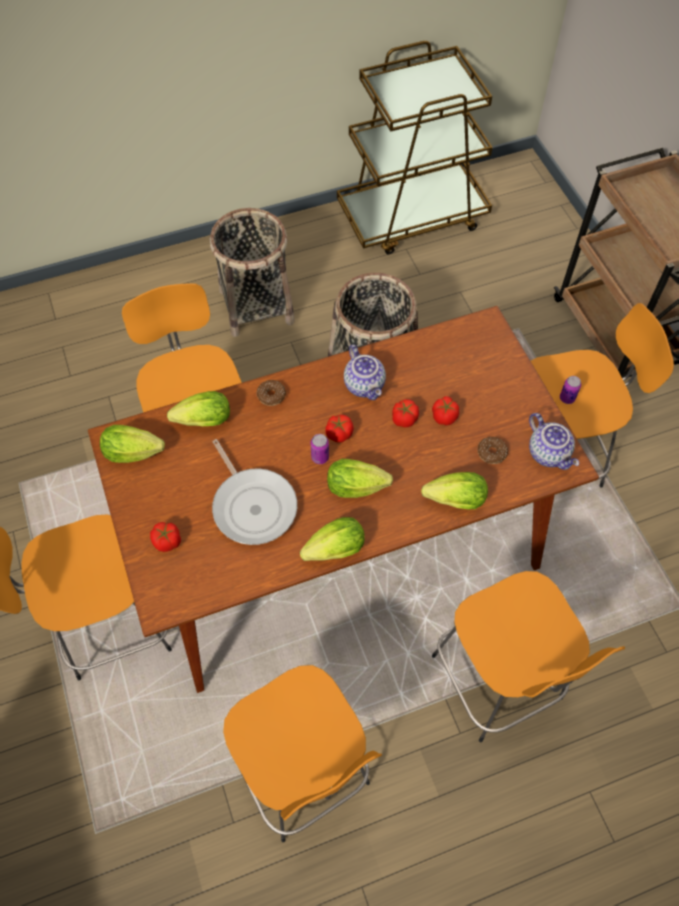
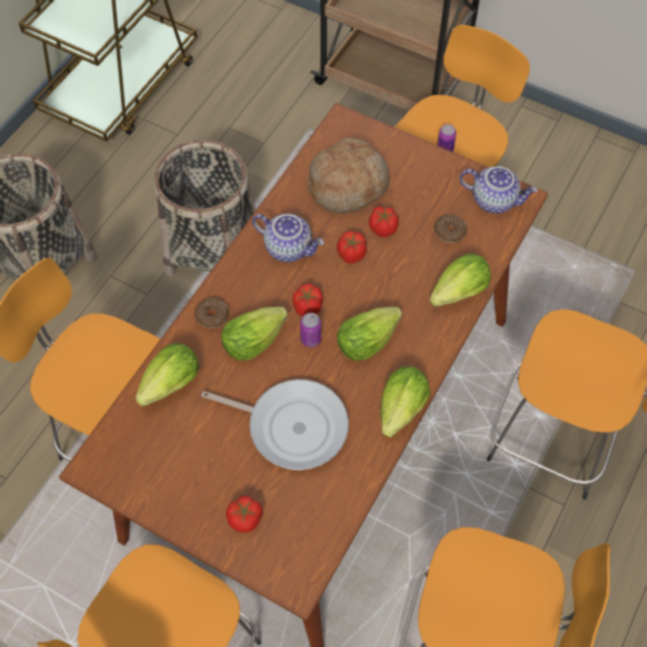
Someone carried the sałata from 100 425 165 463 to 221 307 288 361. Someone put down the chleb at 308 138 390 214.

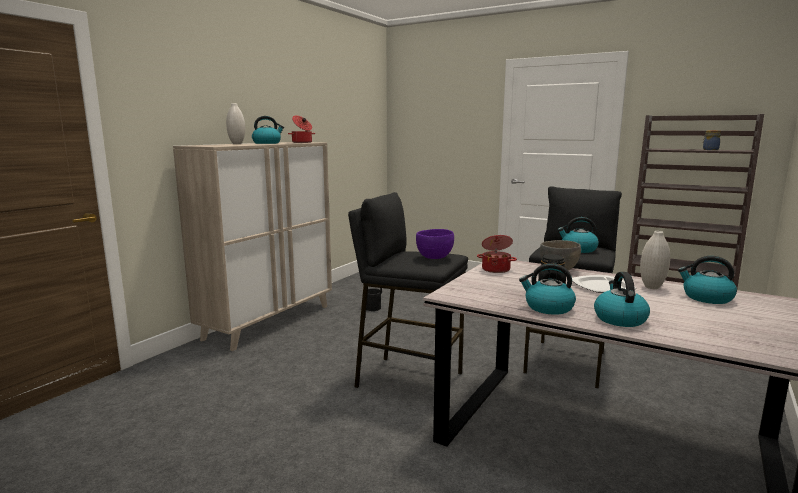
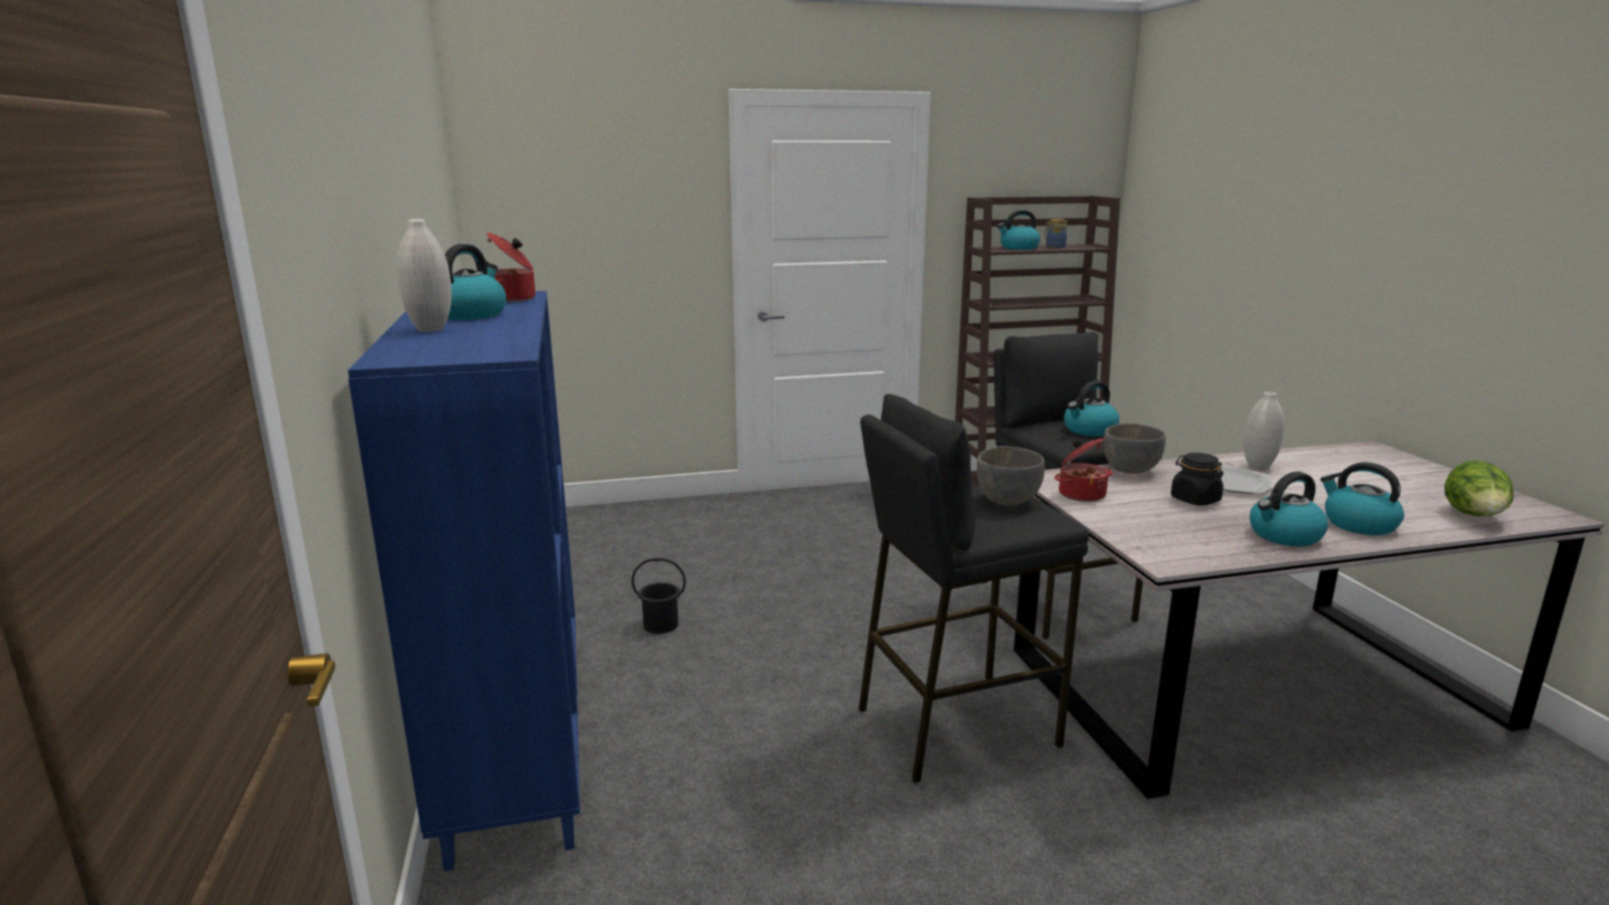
Someone repainted the szafka [beżowy] at 173 142 332 351, which became the szafka [niebieski] at 348 291 580 871. Someone repainted the miska [fioletowy] at 416 229 454 259, which became the miska [szary] at 977 446 1045 505. Someone carried the czajnik from 678 256 737 304 to 997 210 1040 250. Someone put down the sałata at 1444 460 1514 516.

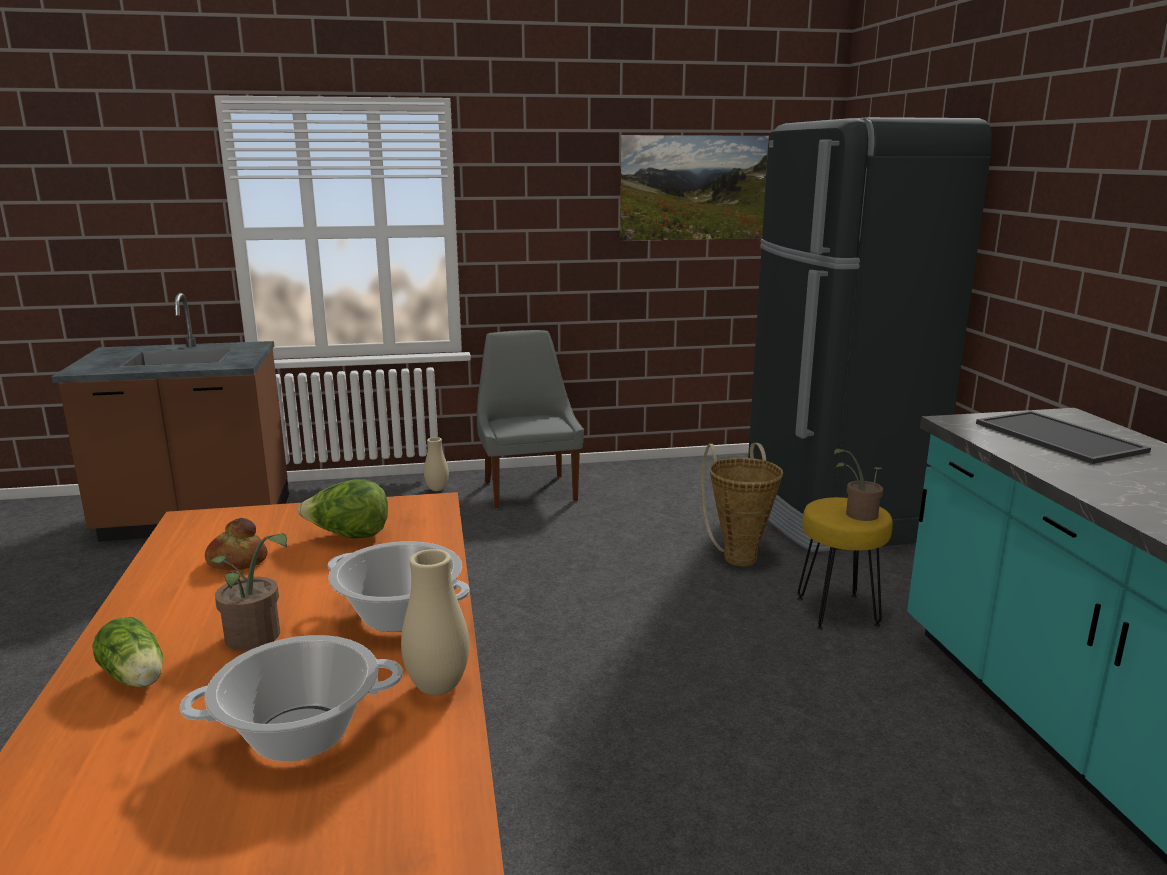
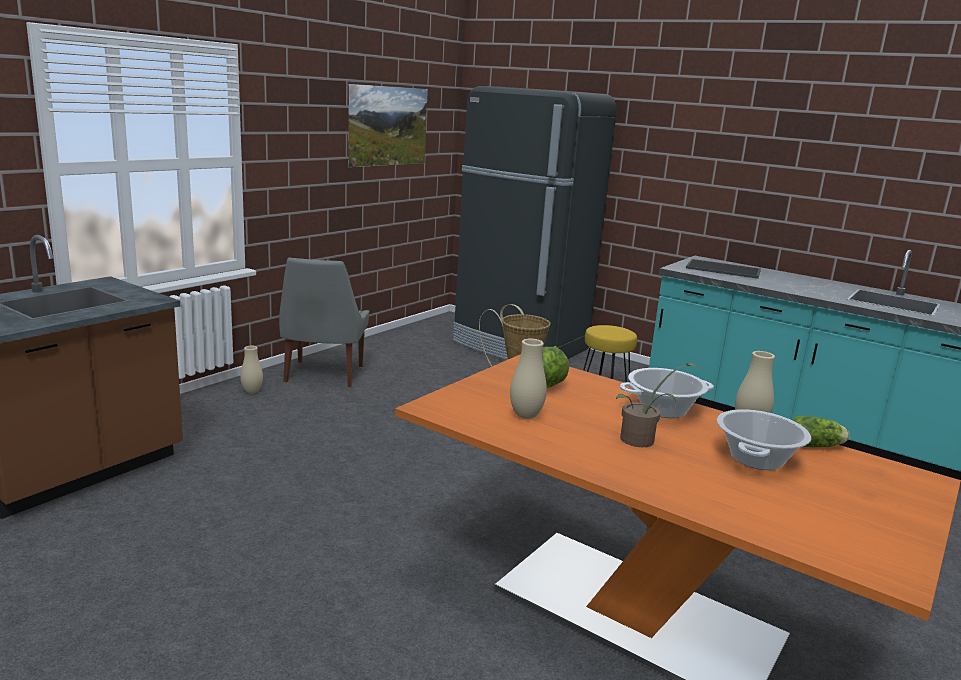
Someone rotated the krzesło [szary] at 477 330 584 509 by 120 degrees counterclockwise. Someone took away the roślina doniczkowa at 834 449 883 521. Someone swapped the chleb at 205 518 267 570 for the wazon [beżowy] at 510 339 547 419. Someone carried the sałata from 92 617 163 687 to 792 416 850 447.

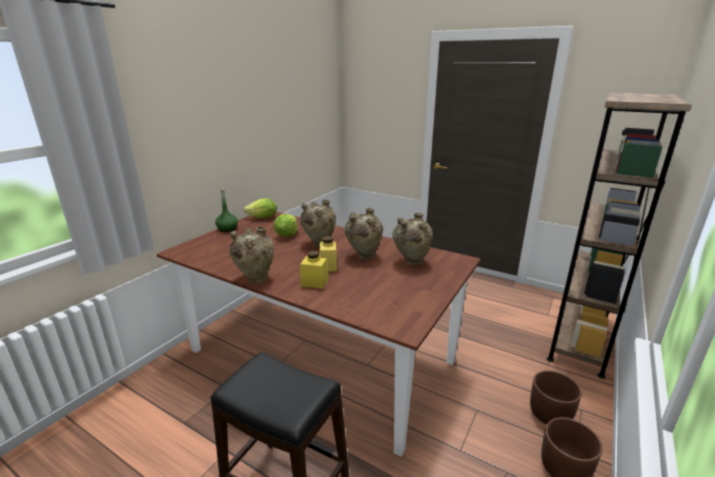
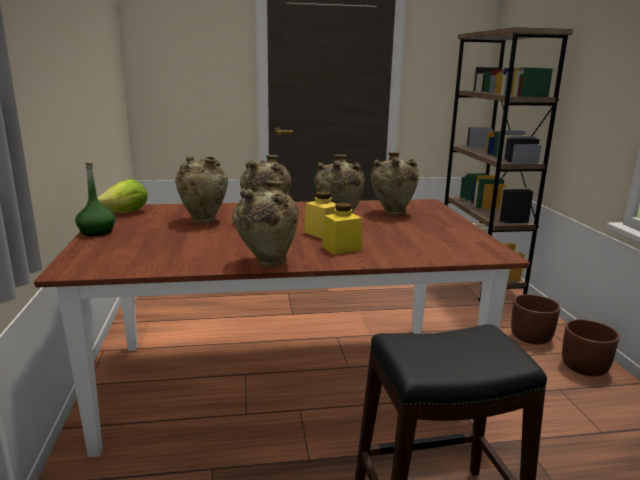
Someone swapped the sałata at 274 214 298 237 for the wazon [beżowy] at 176 155 228 223.

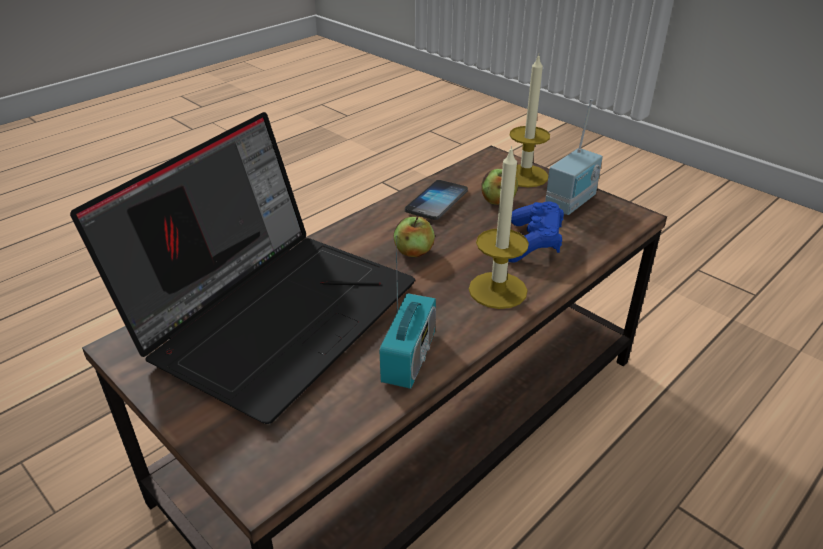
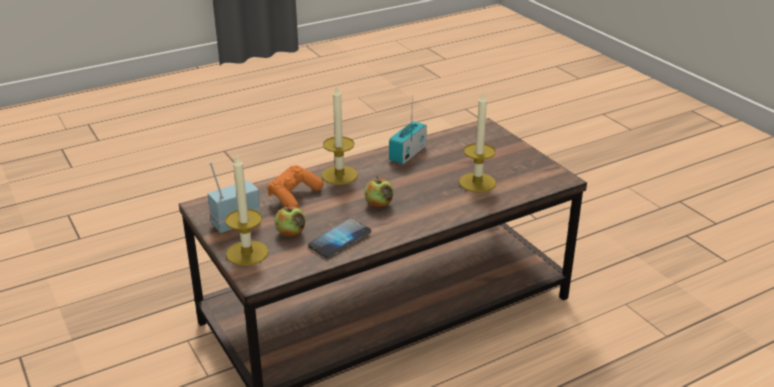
Someone swapped the laptop at 70 112 415 424 for the świeca at 459 91 496 192. Someone repainted the pad do gier [niebieski] at 508 201 564 263, which became the pad do gier [pomarańczowy] at 267 165 324 208.

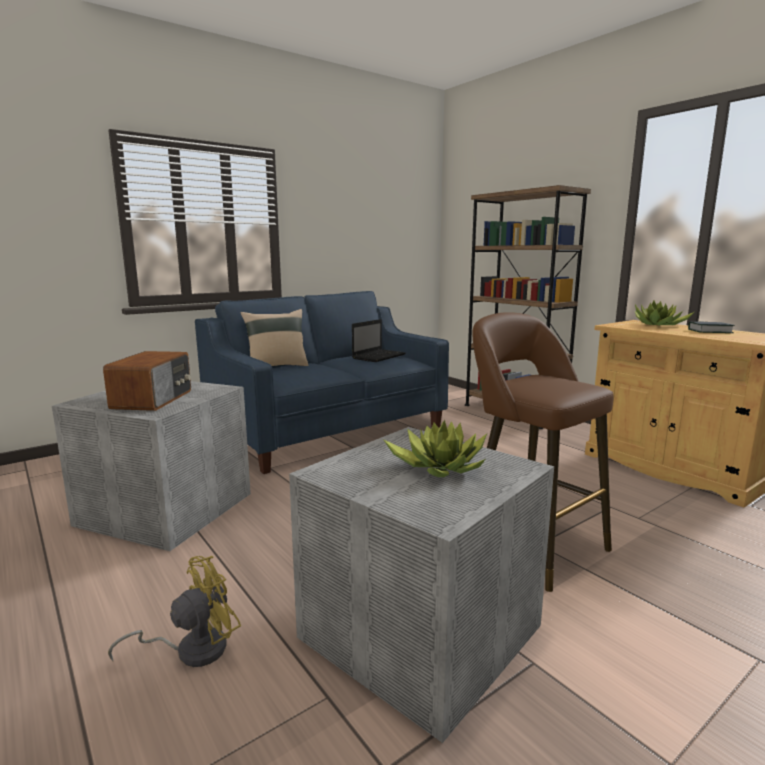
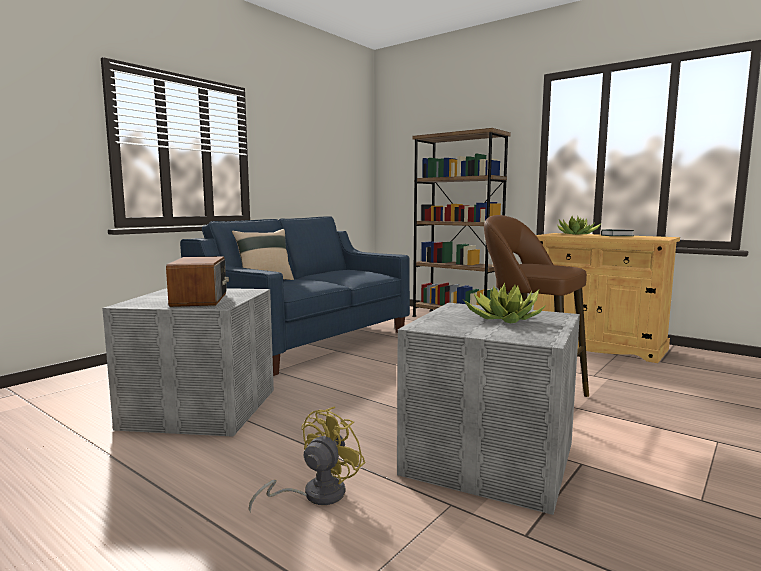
Someone took away the laptop at 352 319 406 362.

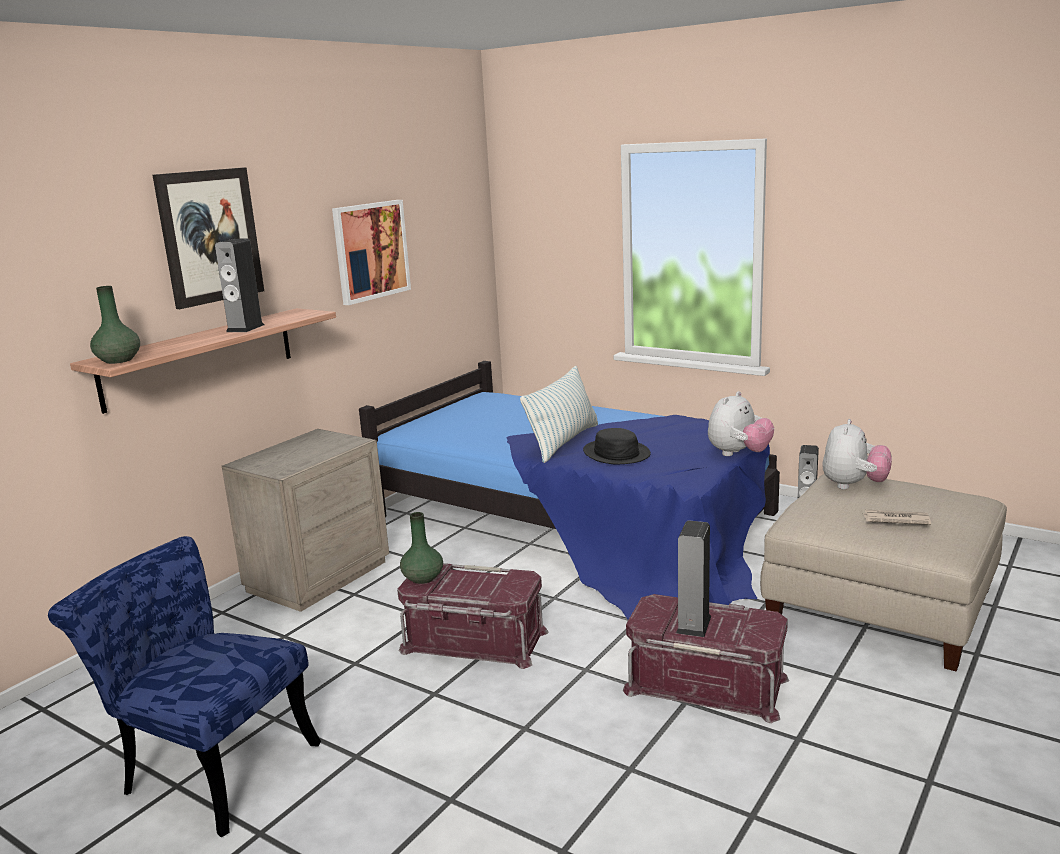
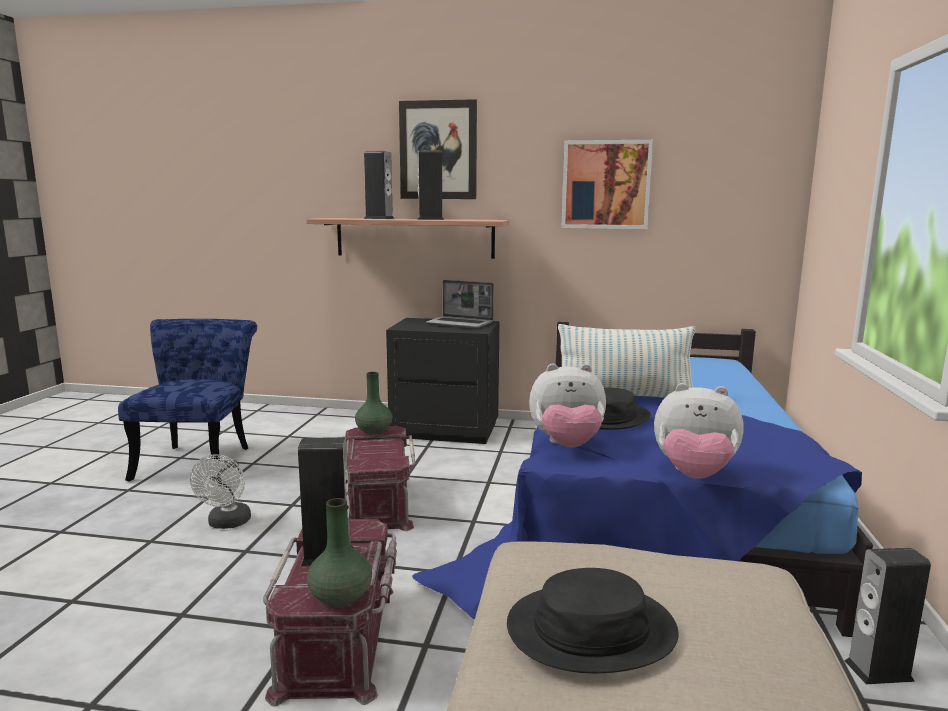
Someone carried the wazon [zielony] from 90 286 140 364 to 307 498 372 607. Someone carried the pluszak from 822 419 892 489 to 529 364 606 448. Someone repainted the szafka nocna [beżowy] at 222 429 389 612, which became the szafka nocna [czarny] at 386 318 500 444. Someone swapped the gazeta at 863 510 931 525 for the kapelusz [czarny] at 507 568 679 673. Someone put down the głośnik at 364 151 394 219. Someone put down the laptop at 426 280 494 329. Someone put down the wentylator [biały] at 190 454 251 529.

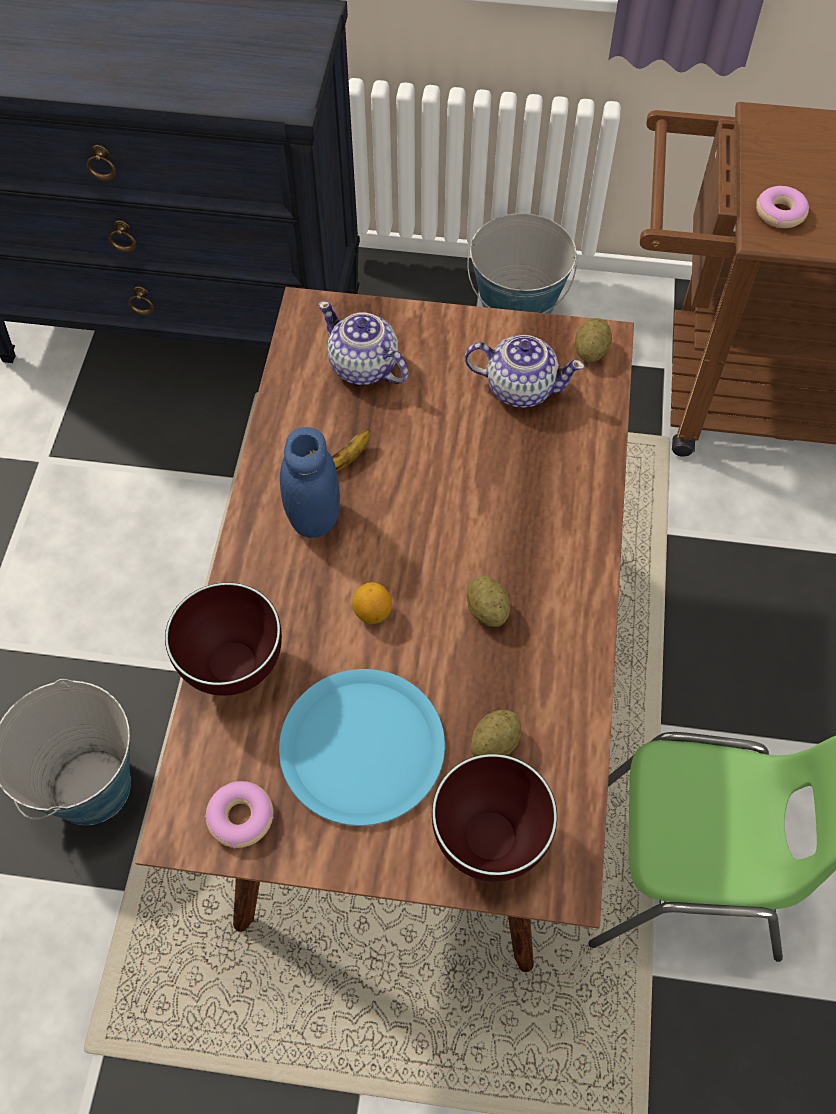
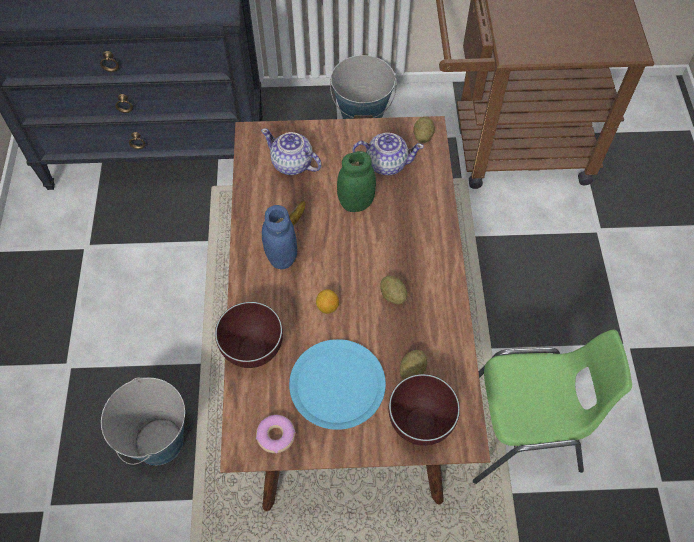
Someone took away the donut at 756 186 809 228. Someone put down the słoik [zielony] at 337 151 376 212.

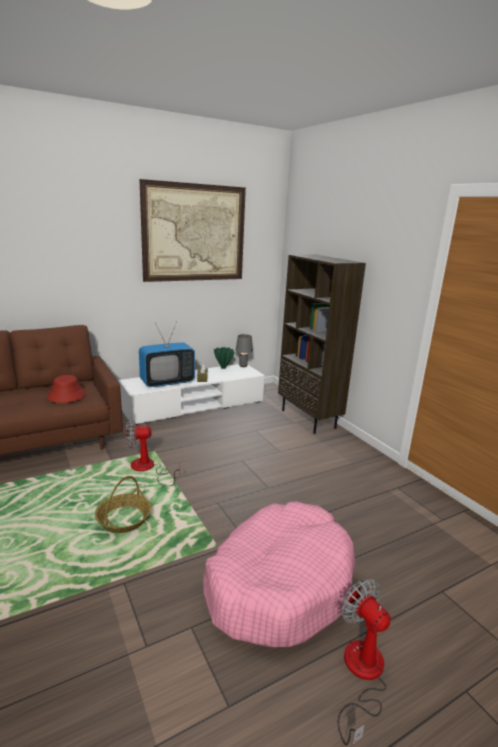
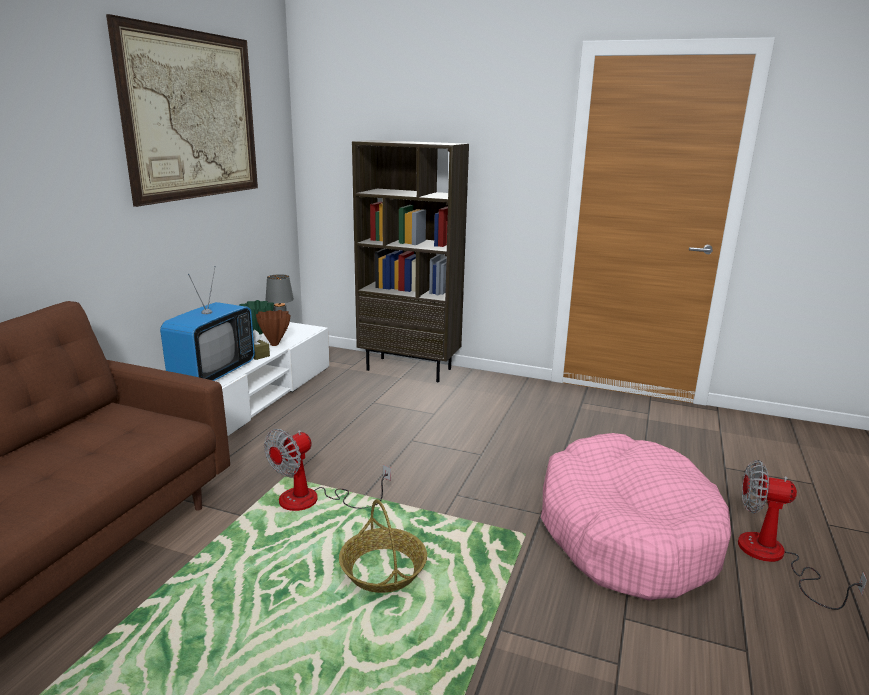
Someone took away the kapelusz [czerwony] at 47 375 86 403. Someone put down the wazon [brązowy] at 256 310 290 346.

